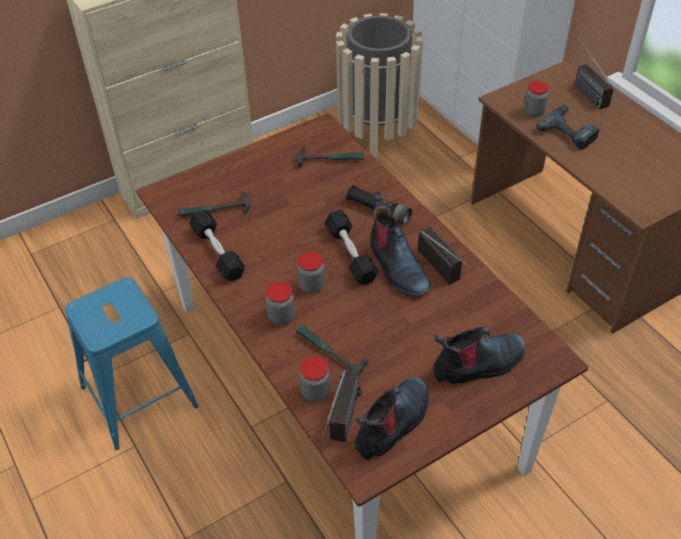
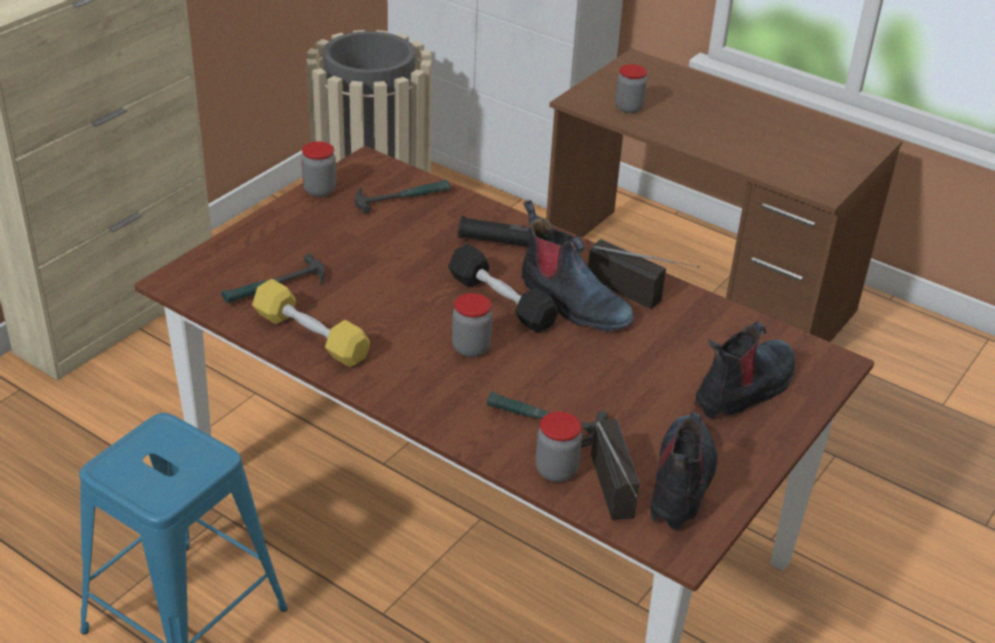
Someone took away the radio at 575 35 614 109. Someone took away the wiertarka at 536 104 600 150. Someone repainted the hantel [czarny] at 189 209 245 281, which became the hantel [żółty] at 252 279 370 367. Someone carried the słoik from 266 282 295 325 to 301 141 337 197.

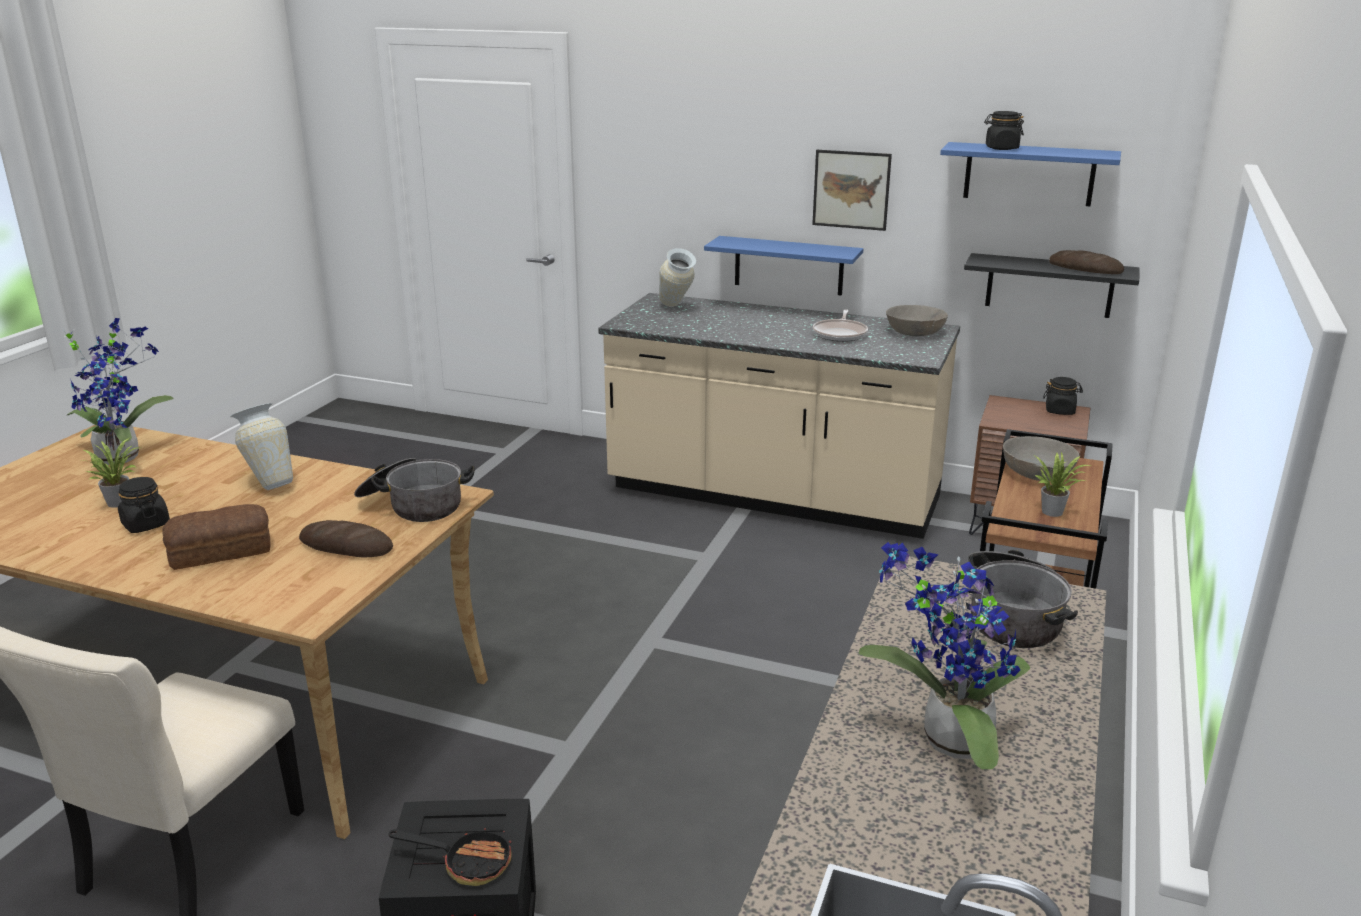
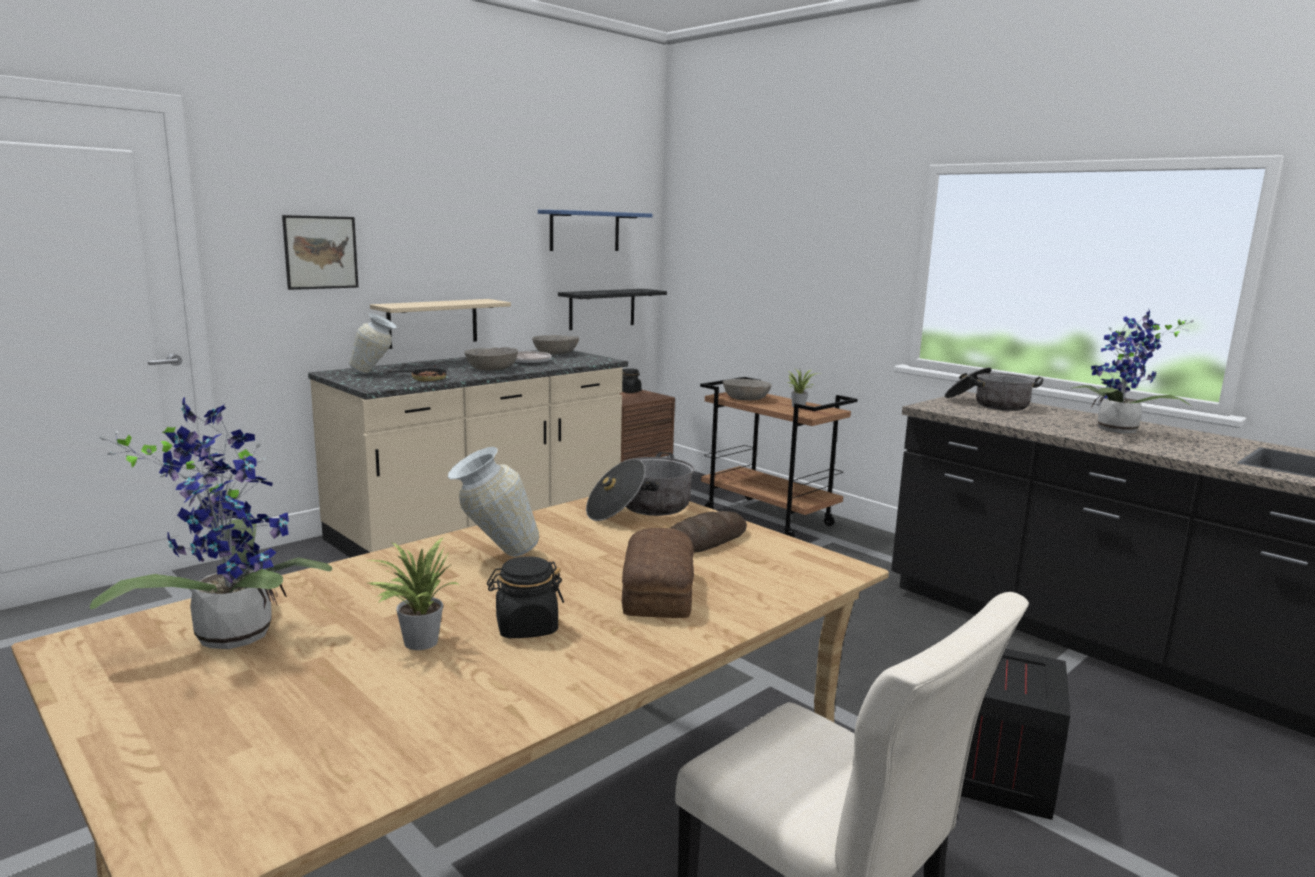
Someone took away the słoik [czarny] at 984 111 1024 150. Someone carried the obraz from 812 150 892 231 to 282 215 358 290. Someone repainted the półka [niebieski] at 704 236 863 296, which became the półka [beżowy] at 370 299 511 349. Someone took away the chleb at 1049 250 1124 274. Someone carried the patelnia from 388 828 512 886 to 387 366 447 382. Someone put down the miska [szary] at 465 347 518 370.

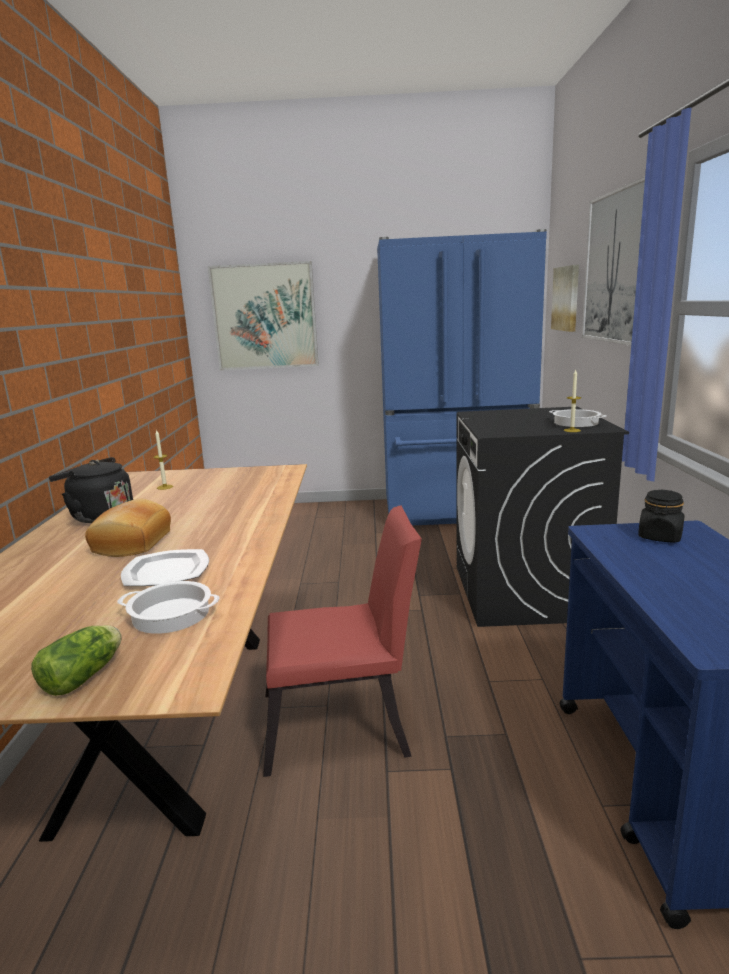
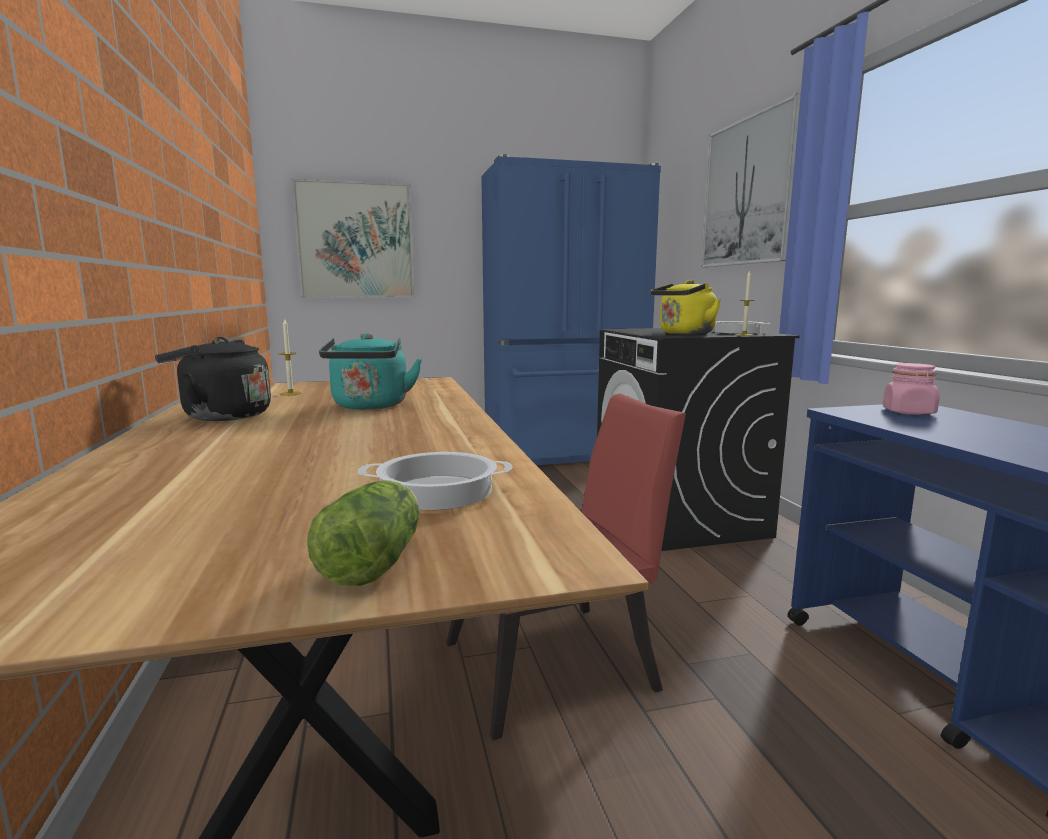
Someone took away the obraz at 551 265 579 332. Someone repainted the słoik [czarny] at 638 490 684 543, which became the słoik [różowy] at 883 363 940 415. Someone took away the chleb at 85 499 171 557. Someone took away the talerz at 121 549 209 586. Someone put down the czajnik [żółty] at 651 280 721 335. Someone put down the czajnik [turkusowy] at 319 333 422 410.

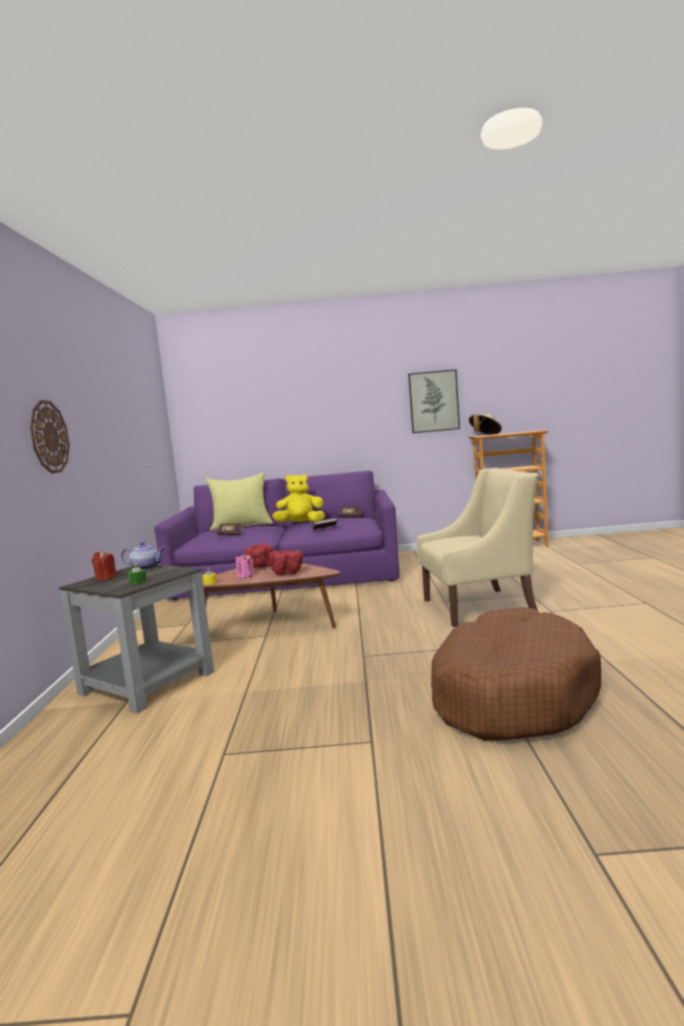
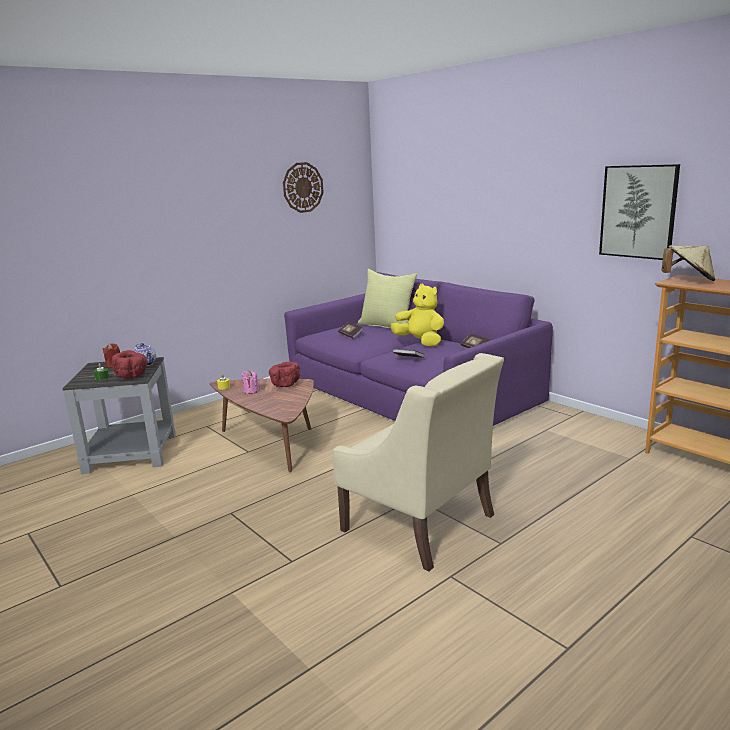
Someone carried the zegar ścienny from 30 400 70 474 to 283 162 324 213. Someone carried the miska [czerwony] from 269 550 303 575 to 112 350 148 379. Someone took away the legowisko [brązowy] at 431 607 601 740.

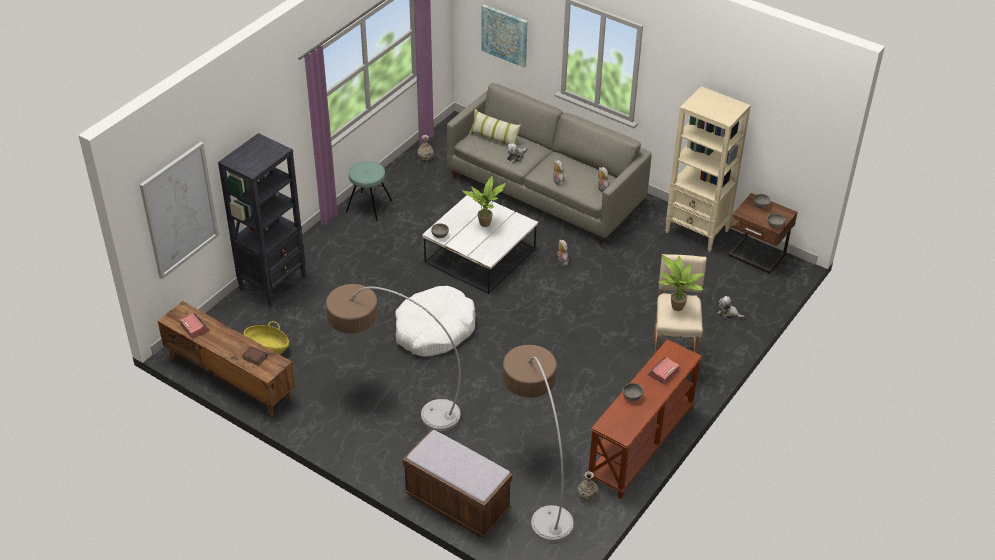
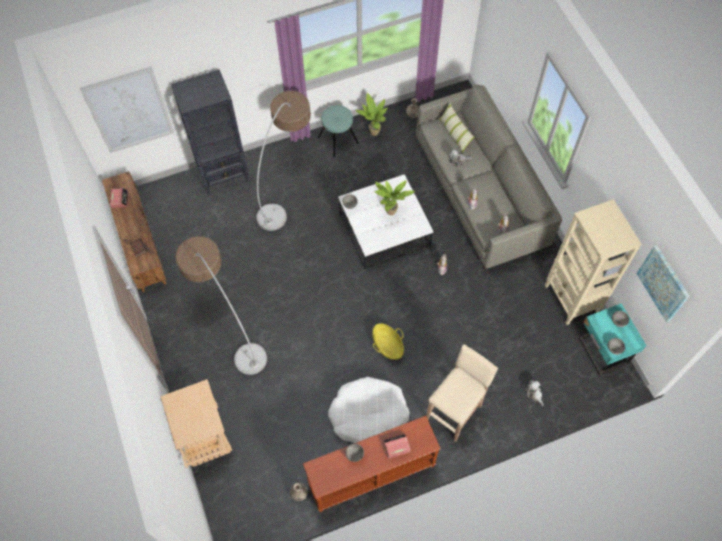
Someone carried the obraz from 481 4 527 68 to 637 245 689 322. Someone repainted the szafka nocna [brązowy] at 729 193 798 274, which became the szafka nocna [turkusowy] at 579 303 647 375. Someone carried the roślina doniczkowa from 658 254 705 311 to 356 93 387 136. Someone carried the legowisko [biały] from 395 286 475 357 to 328 377 410 443. Someone carried the koszyk from 244 321 289 354 to 372 323 404 360. Someone carried the lampa stojąca from 503 345 574 542 to 256 91 311 231. Someone swapped the ławka [brązowy] at 402 430 512 538 for the wózek [beżowy] at 160 379 234 468.

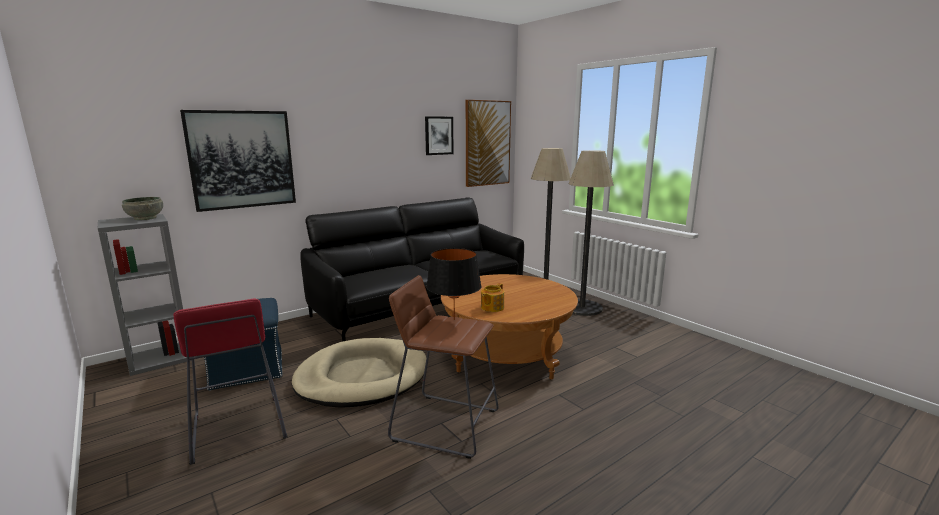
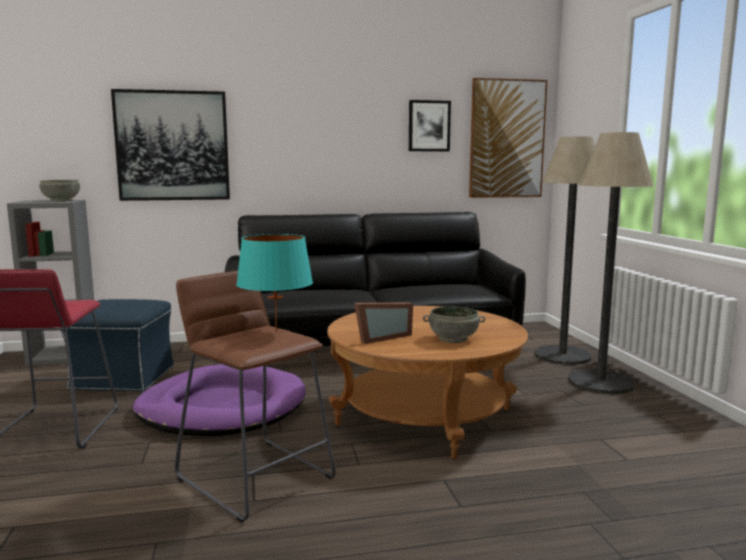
Someone repainted the lampa stołowa [czarny] at 426 248 482 320, which became the lampa stołowa [turkusowy] at 236 234 313 332. Someone swapped the imbryk at 481 283 504 312 for the ramka na zdjęcie at 354 303 413 344. Someone repainted the legowisko [beżowy] at 292 338 427 408, which became the legowisko [fioletowy] at 132 364 305 436. Someone put down the miska [szary] at 423 306 485 343.

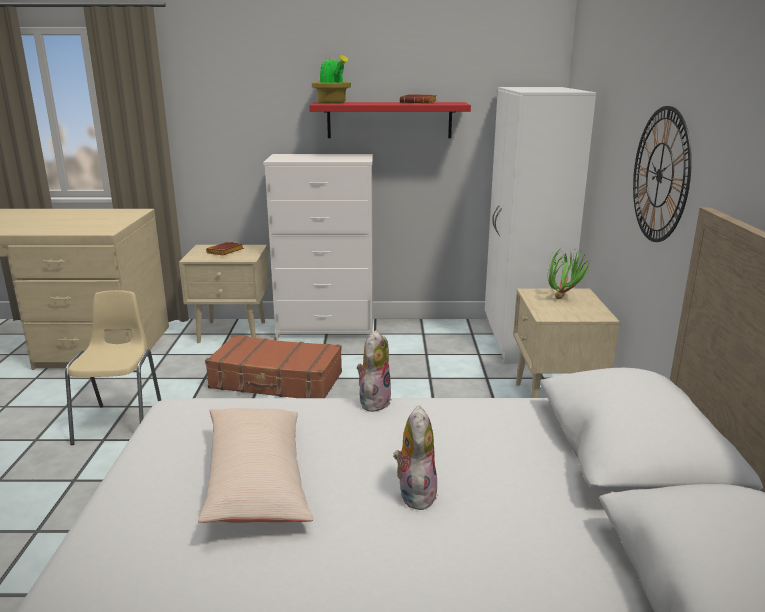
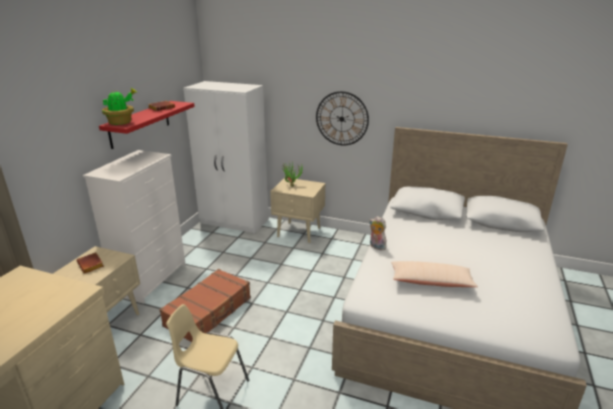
Someone took away the pluszak at 393 405 438 511.

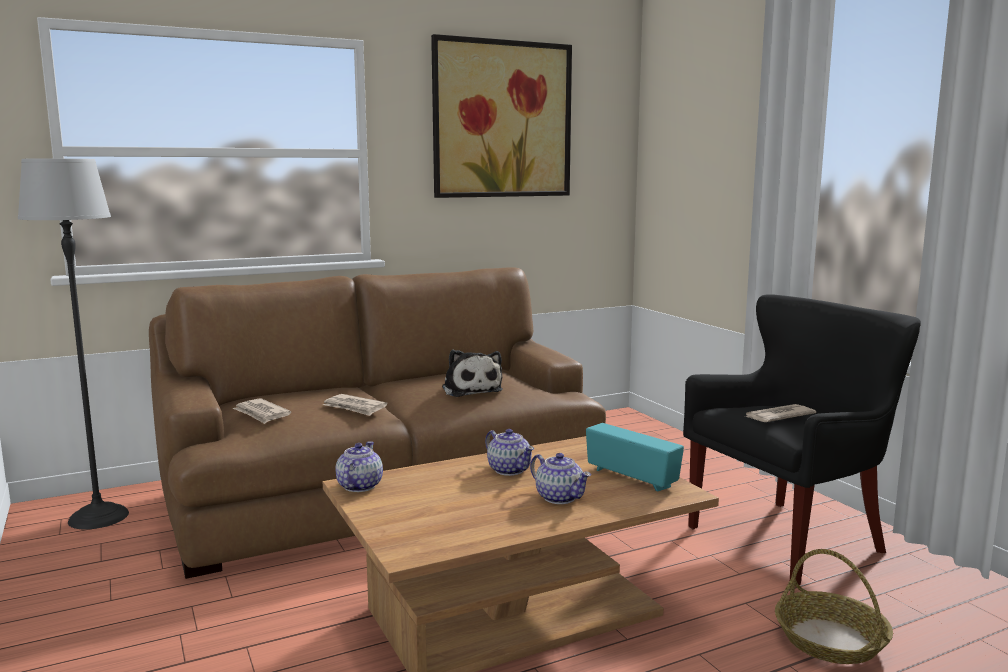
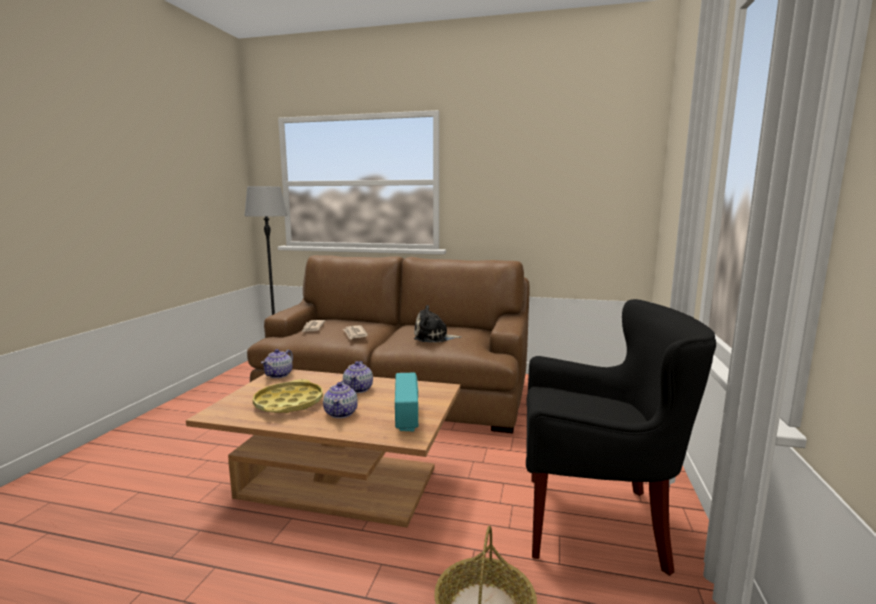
Someone took away the obraz at 431 34 572 198. Someone rotated the pluszak at 442 350 502 397 by 75 degrees clockwise. Someone took away the gazeta at 746 404 816 422. Someone rotated the imbryk at 335 441 383 492 by 150 degrees clockwise. Someone put down the taca [żółty] at 253 379 323 413.

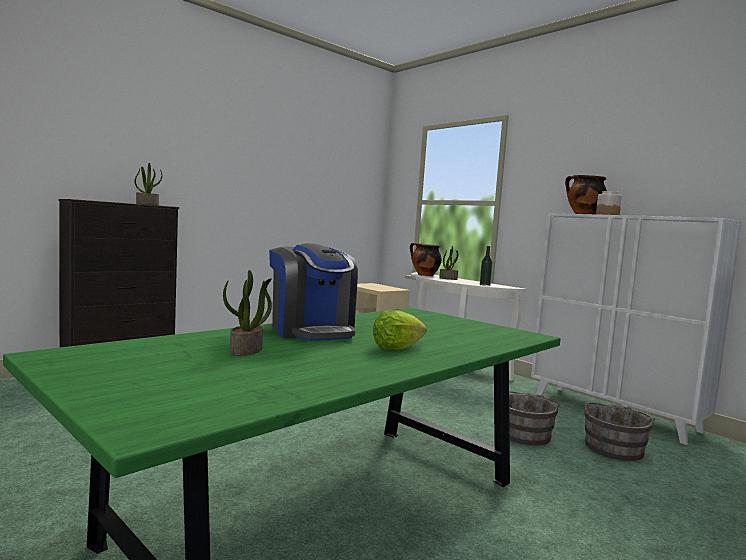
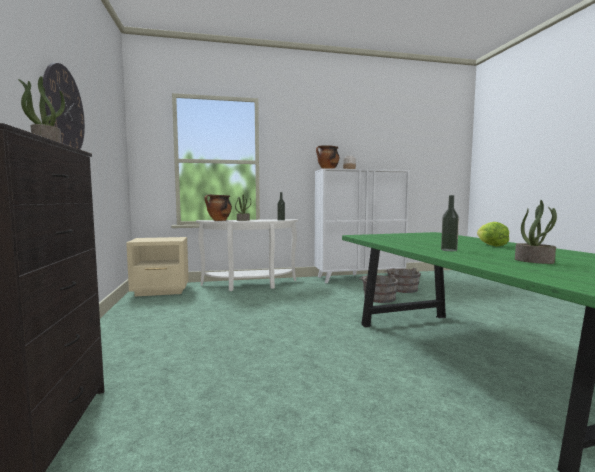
Someone swapped the ekspres do kawy at 269 243 358 341 for the butelka at 441 195 459 251. Someone put up the zegar ścienny at 43 63 85 149.

